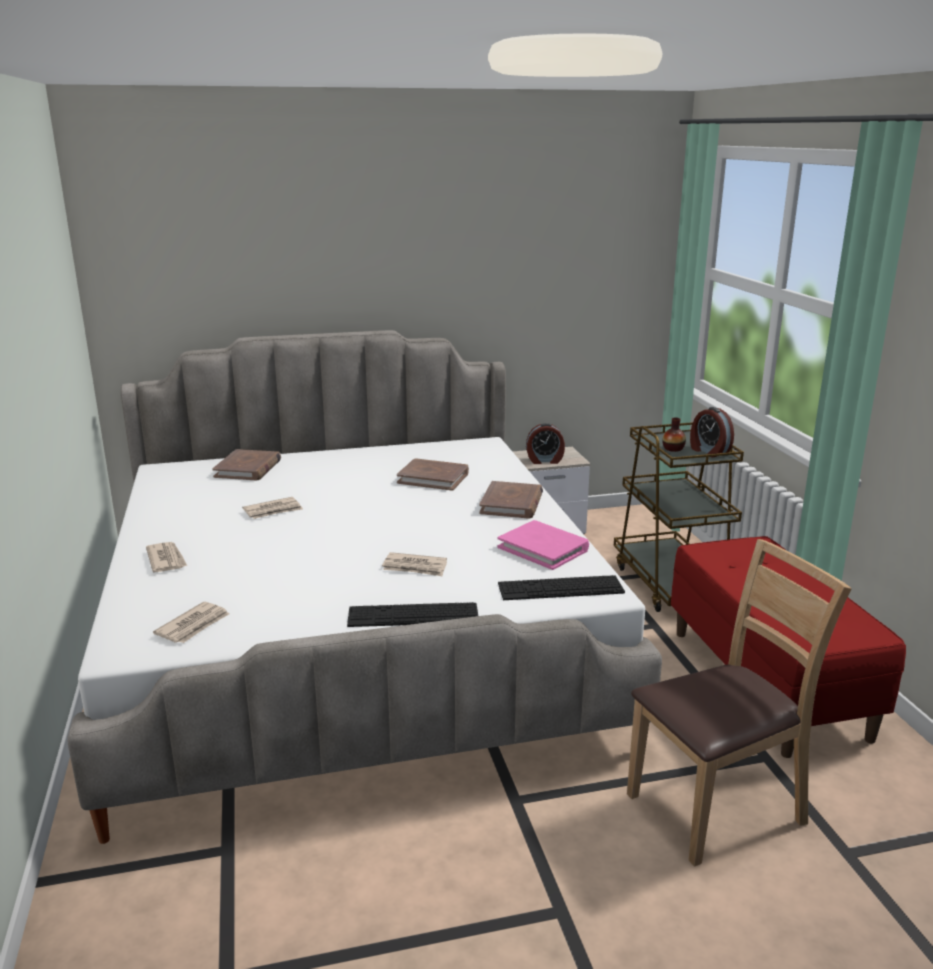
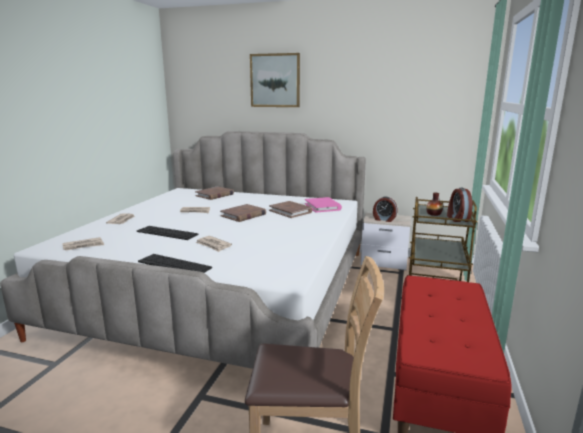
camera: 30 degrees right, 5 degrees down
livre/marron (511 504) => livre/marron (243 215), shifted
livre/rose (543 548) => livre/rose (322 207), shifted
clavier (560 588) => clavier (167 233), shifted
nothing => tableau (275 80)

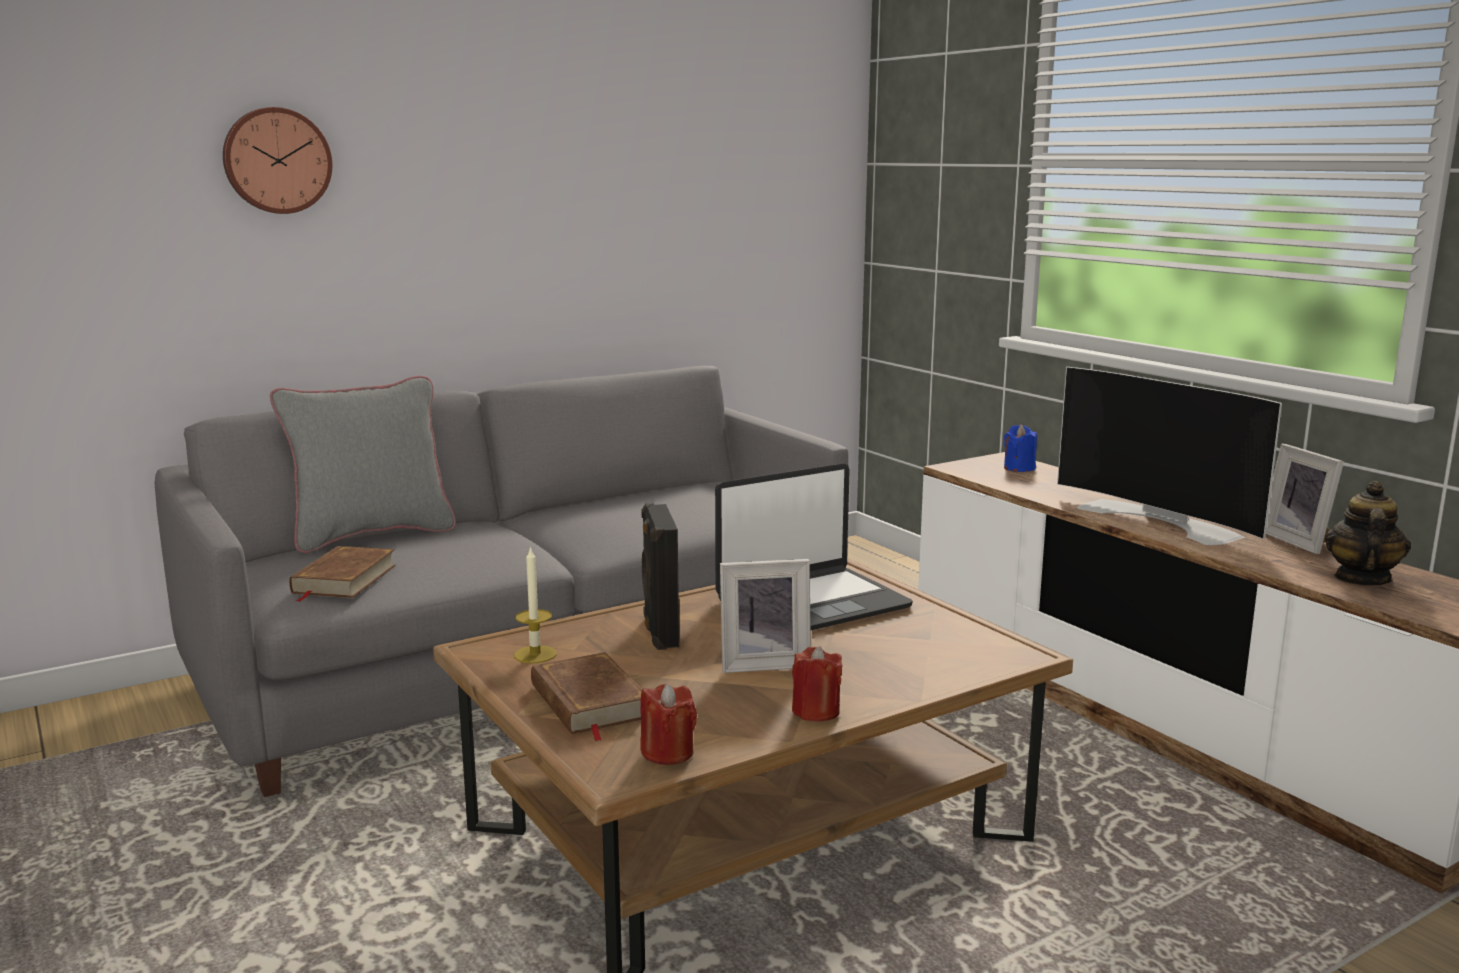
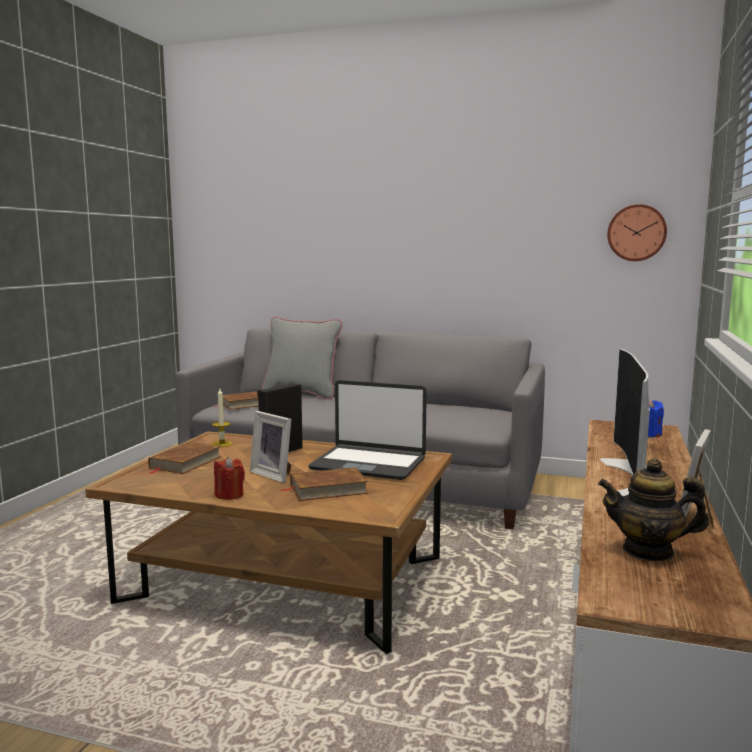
camera: 50 degrees right, 5 degrees down
horloge murale (277 161) => horloge murale (636 233), shifted
bougie/rouge (667 752) => nothing
théière (1361 579) => théière (648 551), 150 degrees counterclockwise
nothing => livre/marron (328 489)

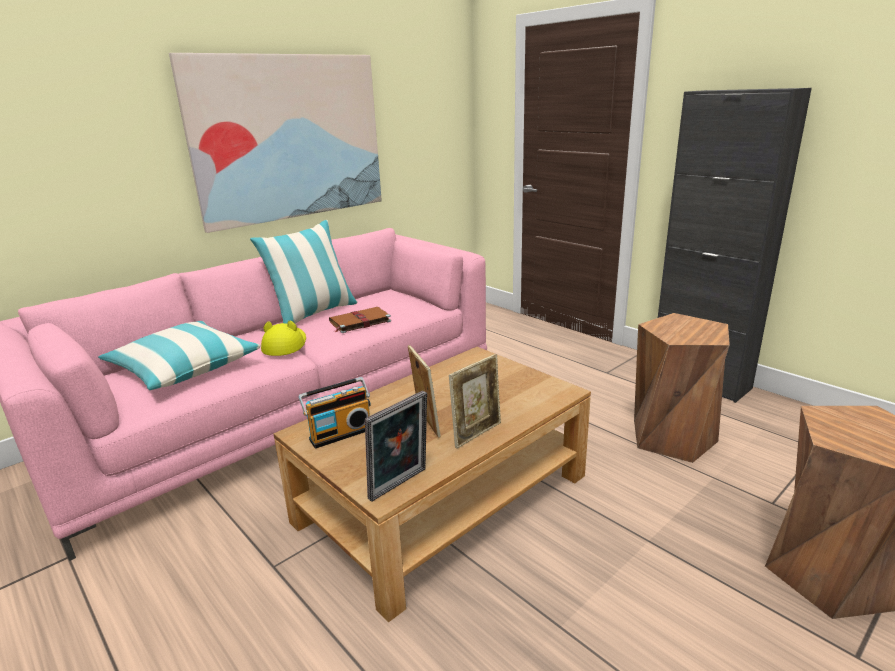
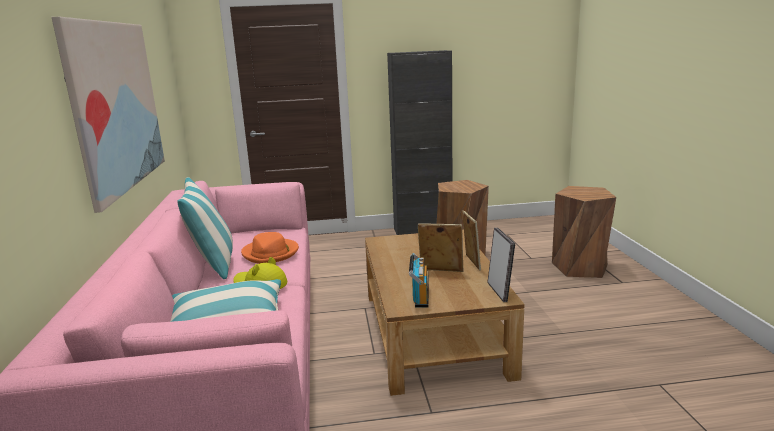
camera: 55 degrees left, 5 degrees down
livre/marron (359 322) => chapeau/orange (271 253)

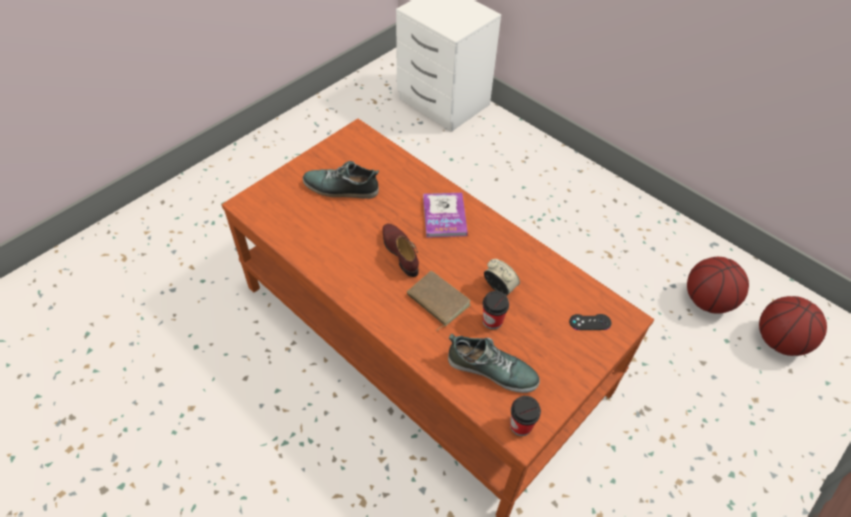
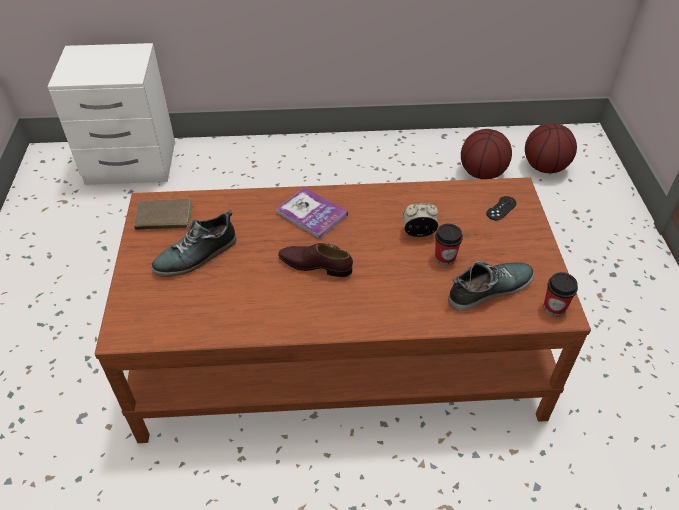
camera: 45 degrees left, 5 degrees down
livre/marron (436 301) => livre/marron (163 218), shifted

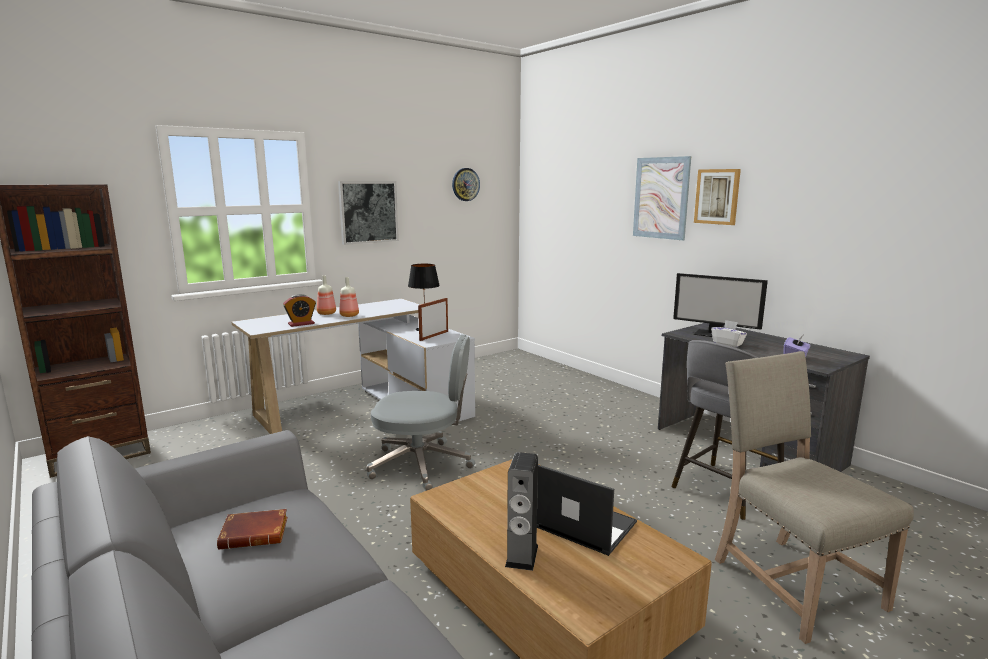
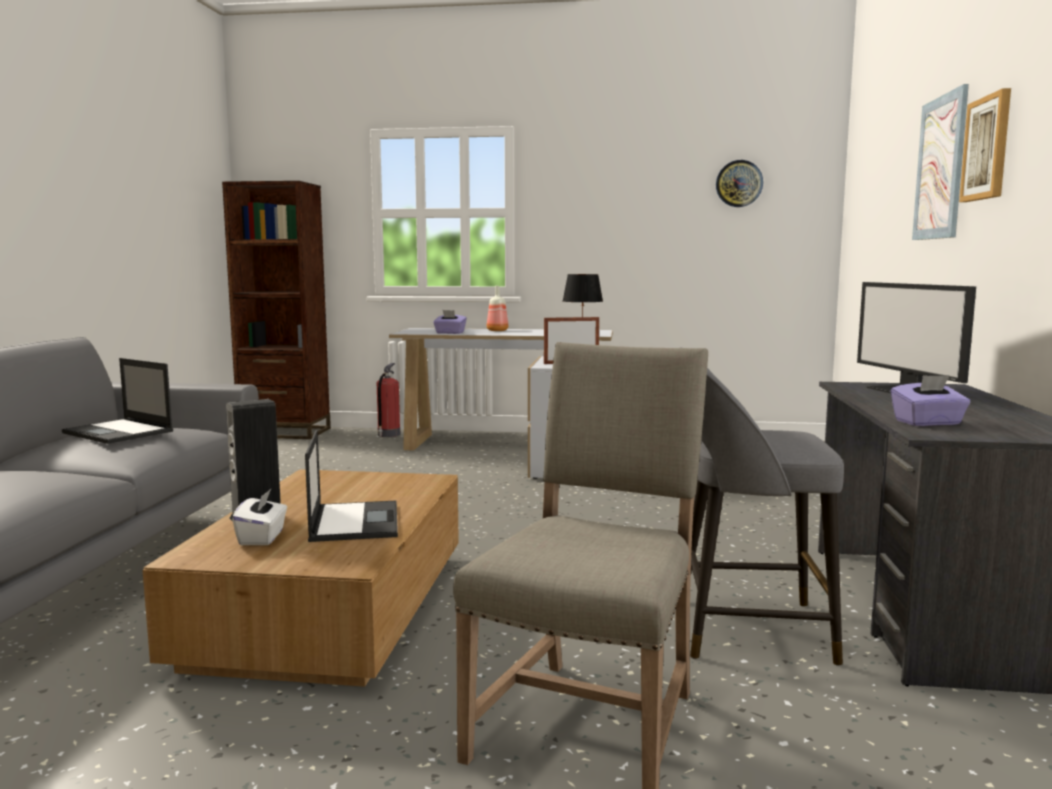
camera: 45 degrees right, 5 degrees down
livre/marron (256 533) => ordinateur portable (119 432)
réveil (301 324) => boîte à mouchoirs/violet (450 333)
tableau (368 212) => nothing
bouteille (350 315) => nothing
chaise de bureau/gris (422 465) => nothing
boîte à mouchoirs/blanc (727 343) => boîte à mouchoirs/blanc (262 537), shifted
nothing => extincteur (388 435)

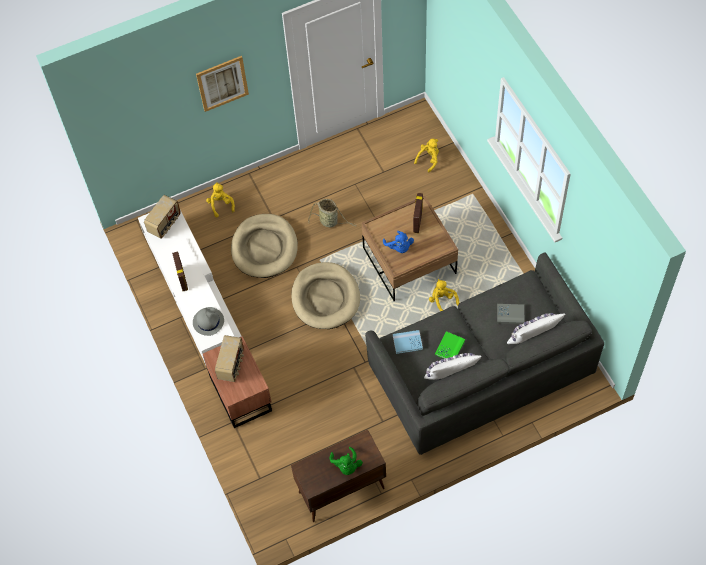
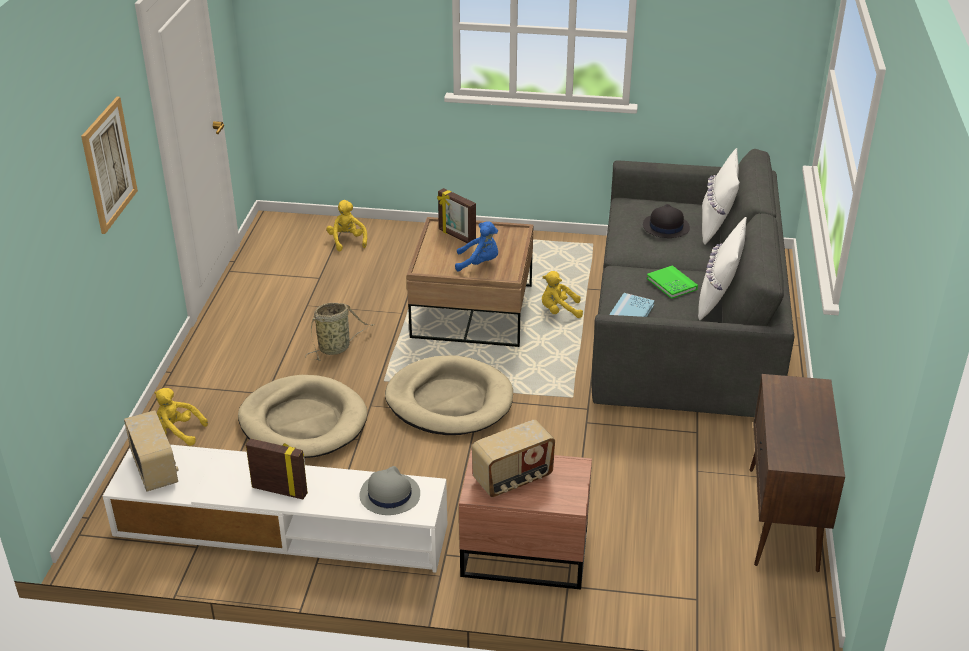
camera: 60 degrees left, 25 degrees down
radio (231 365) => radio (513 479), 105 degrees clockwise
peluche/vert (346 465) => nothing
livre/gris (510 314) => chapeau/noir (665 227)

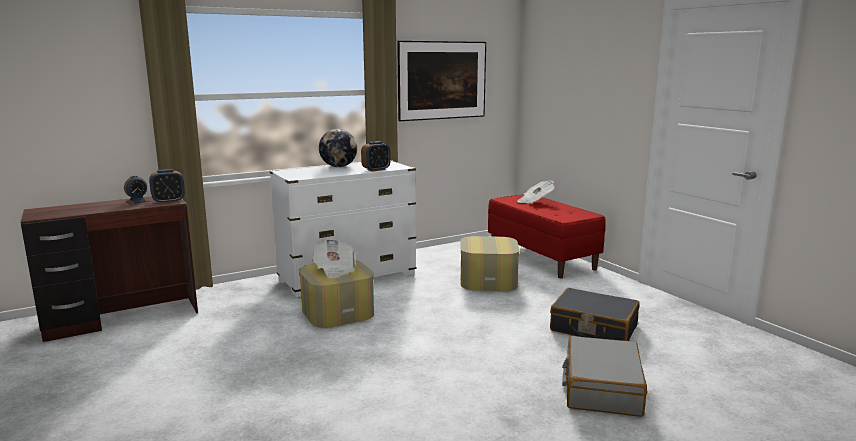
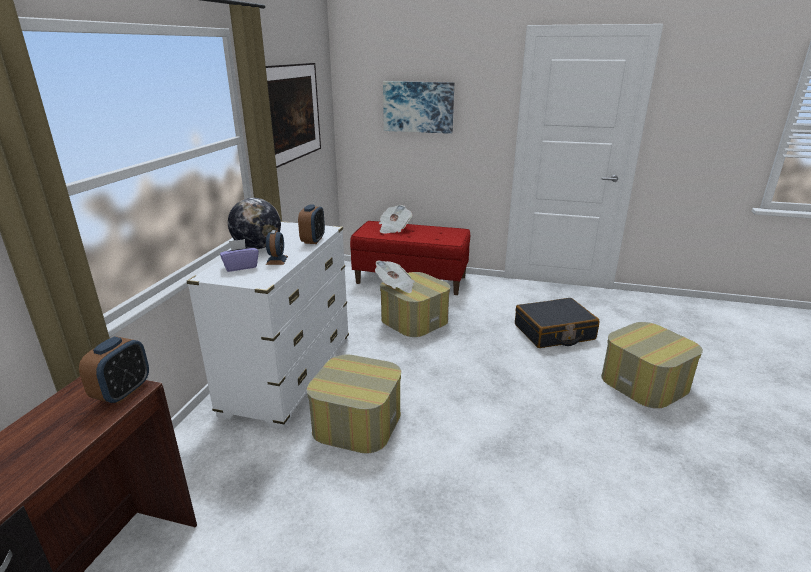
camera: 45 degrees left, 10 degrees up
réveil (137 201) => réveil (277 260), shifted
journal (335 270) => journal (395 286), shifted
valise/gris (601 388) => pouf (645 382)
nothing => boîte à mouchoirs/violet (241 266)
nothing => tableau (418 107)

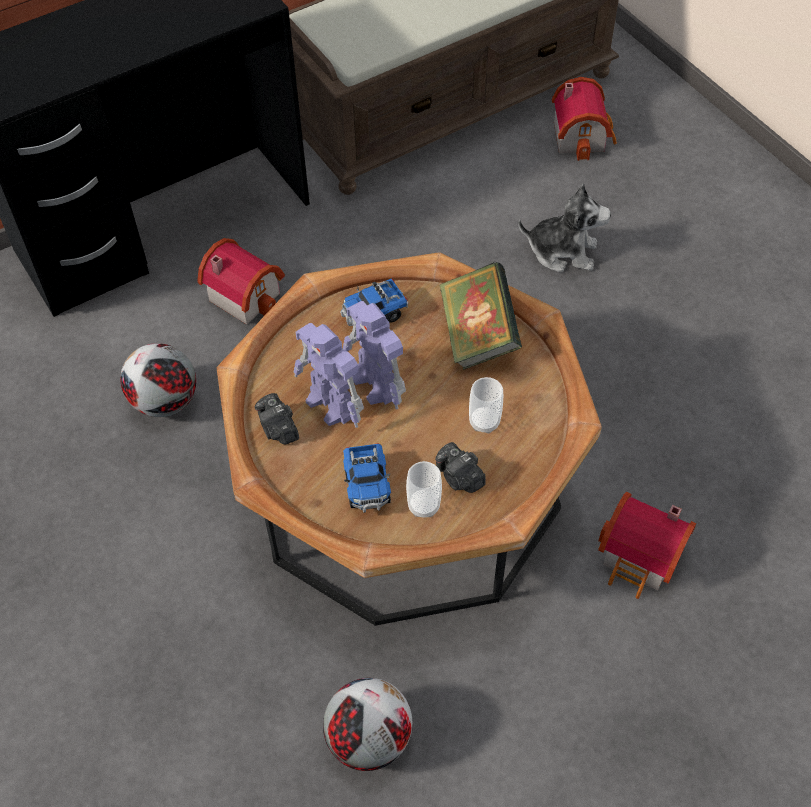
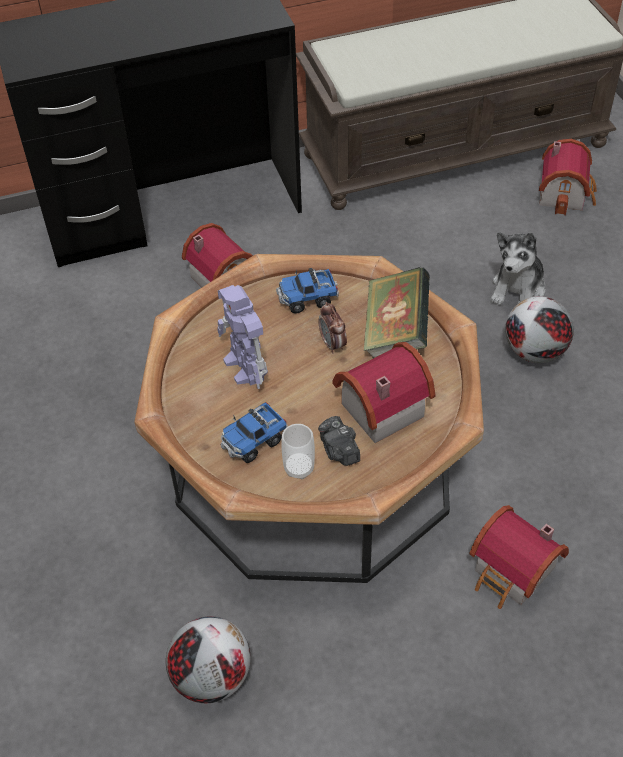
camera: 15 degrees right, 5 degrees down
ballon de foot (164 402) => ballon de foot (534 352), shifted
appareil photo (278 429) => nothing
robot jouet (377 385) => nothing
camion jouet (367 486) => camion jouet (254 441), 45 degrees clockwise
tasse (484 422) => maison miniature (377 407)
peluche (562 251) => peluche (518 289), 90 degrees clockwise
nothing => réveil (333 344)

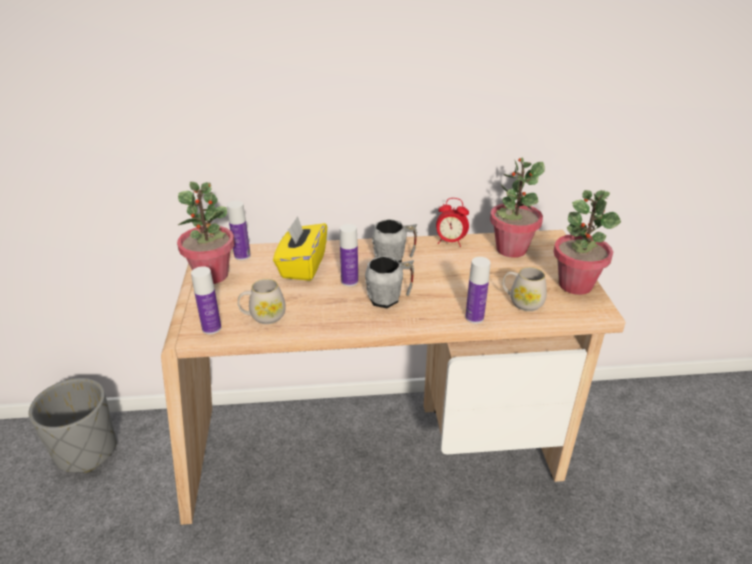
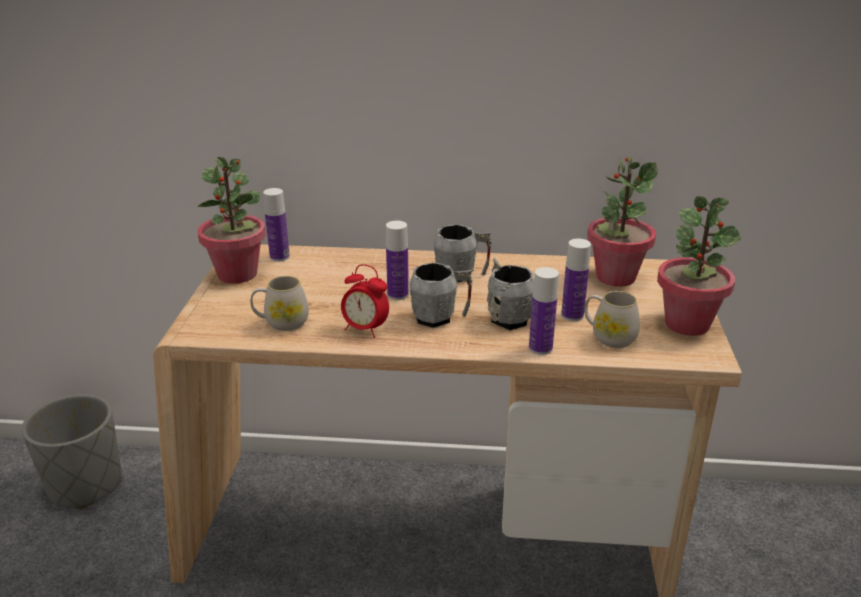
camera: 10 degrees right, 5 degrees down
bouteille (211 328) => bouteille (572 315), shifted
boîte à mouchoirs/jaune (302 266) => nothing
réveil (450 242) => réveil (365 329), shifted
nothing => mug/gris (506 316)

